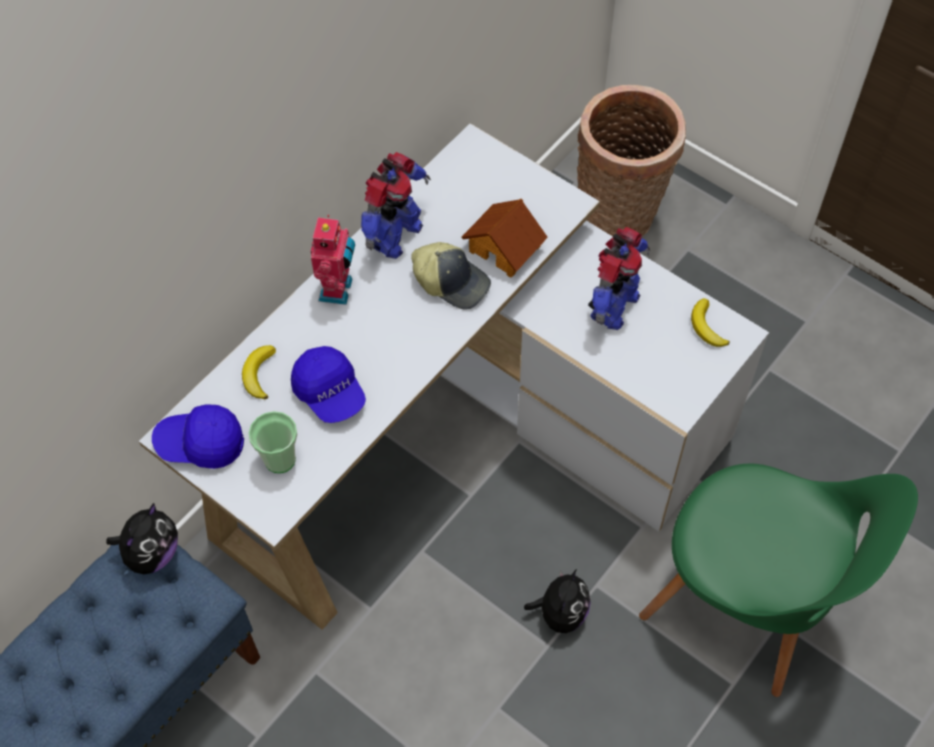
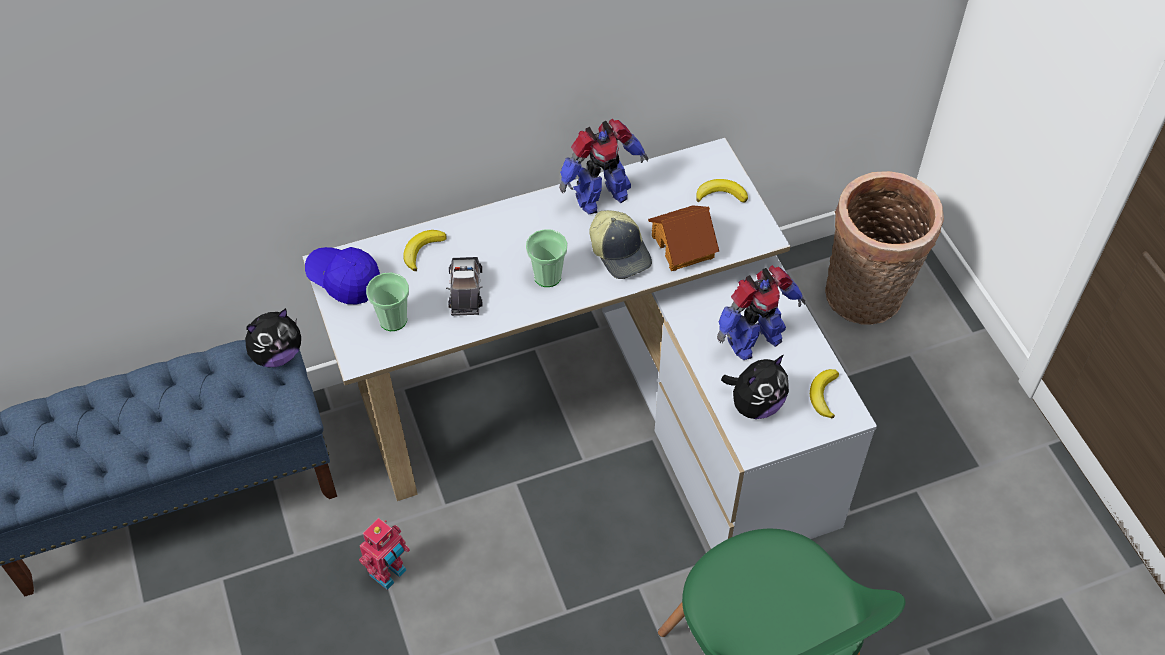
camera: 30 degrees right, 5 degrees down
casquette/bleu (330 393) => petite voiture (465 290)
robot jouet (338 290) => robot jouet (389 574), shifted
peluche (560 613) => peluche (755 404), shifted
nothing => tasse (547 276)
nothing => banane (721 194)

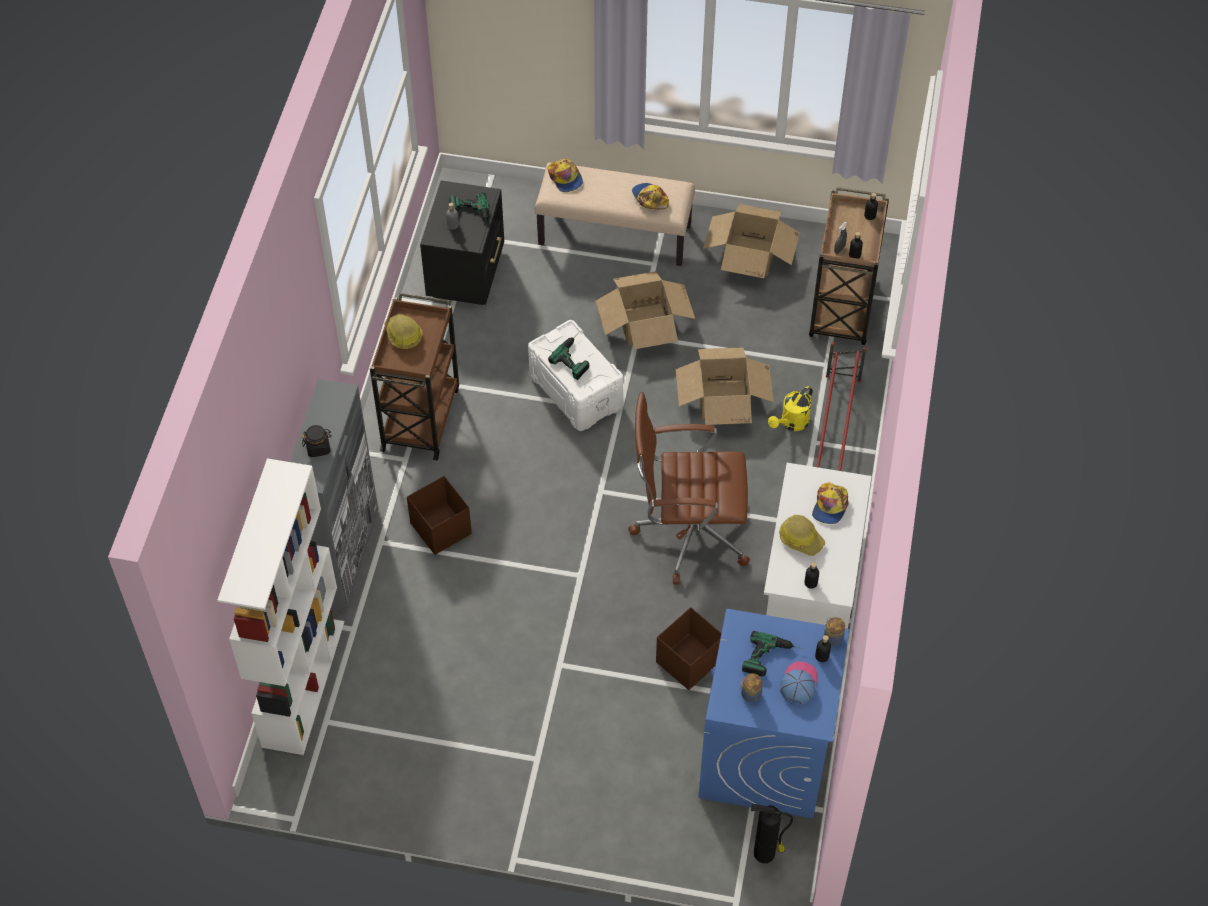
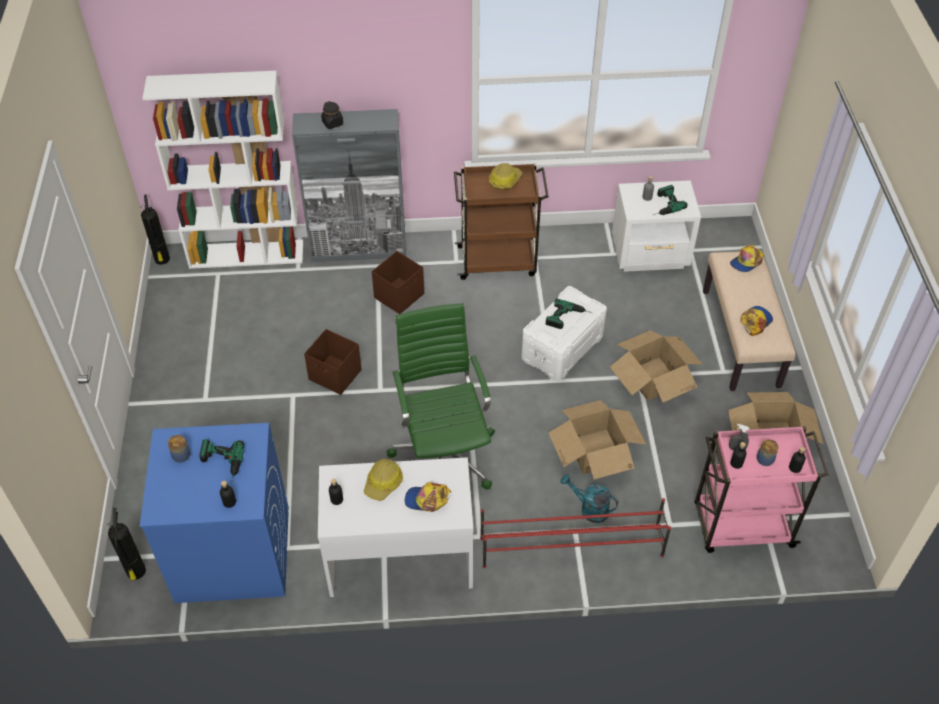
camera: 75 degrees right, 5 degrees down
table de chevet/noir (467 273) => table de chevet/blanc (651 255)
chaise de bureau/marron (688 532) => chaise de bureau/vert (444 454)
boîte de rangement/marron (689 661) => boîte de rangement/marron (335 375), shifted
arrosoir/jaune (791 423) => arrosoir/turquoise (589 509)
casquette (798 683) => nothing
chariot/marron (842 311) => chariot/rose (741 526)
bocal (832 637) => bocal (765 459), shifted
nothing => extincteur (162 260)

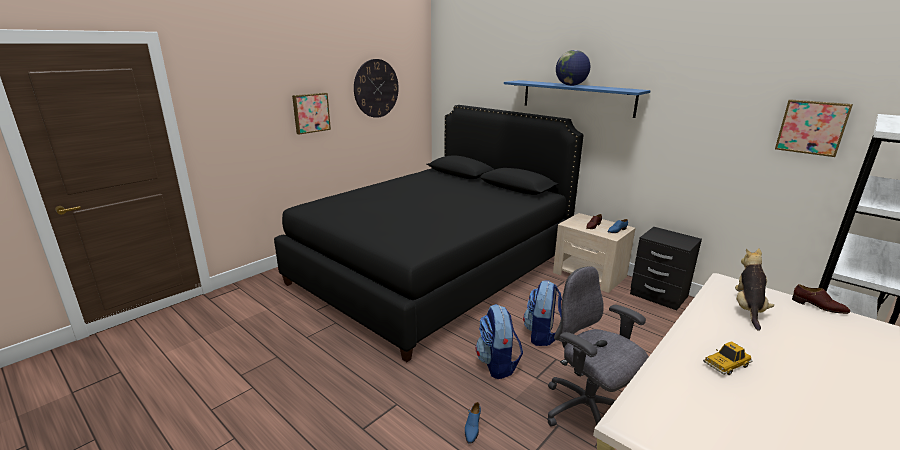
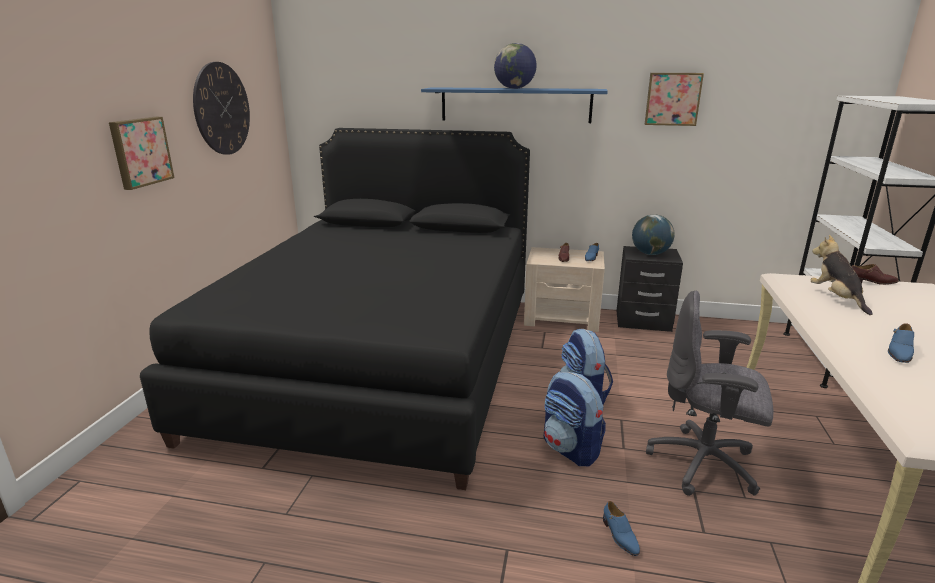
camera: 30 degrees left, 0 degrees up
petite voiture (726 364) => chaussure/bleu (899 352)
tableau (812 127) => tableau (672 99), shifted
nothing => globe (650 254)

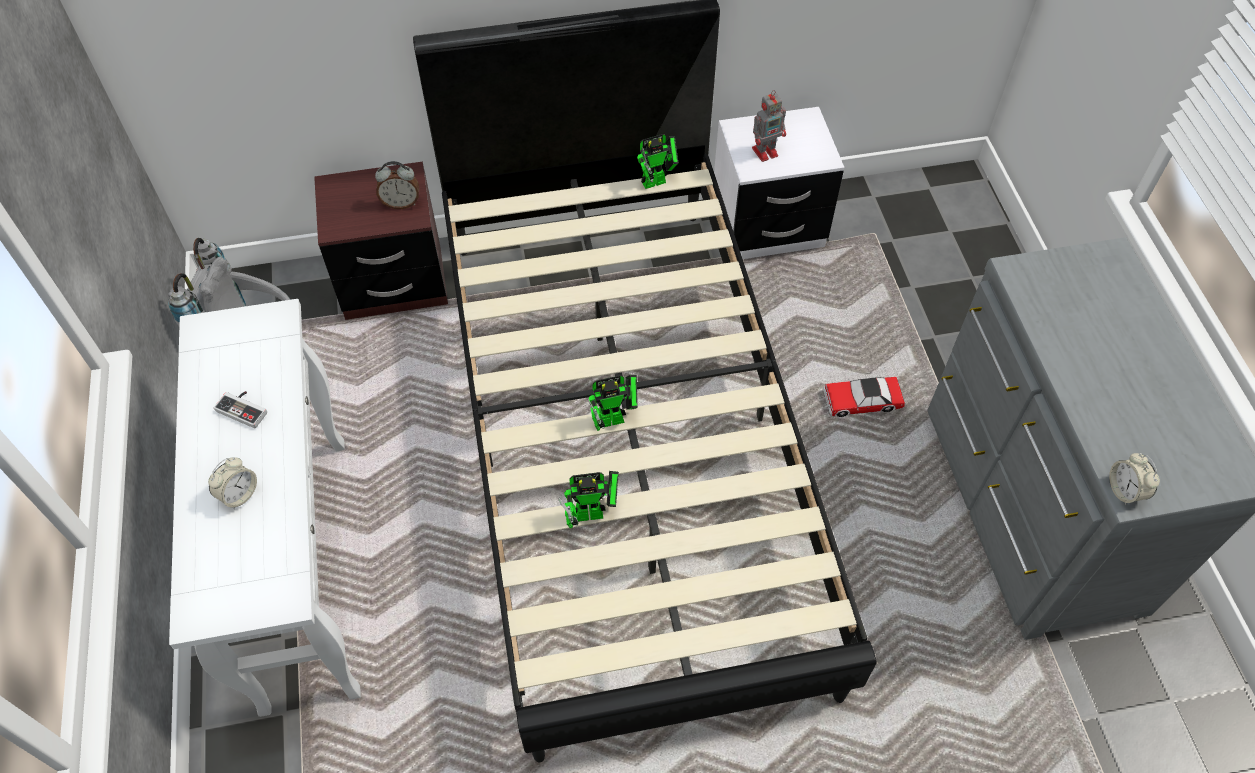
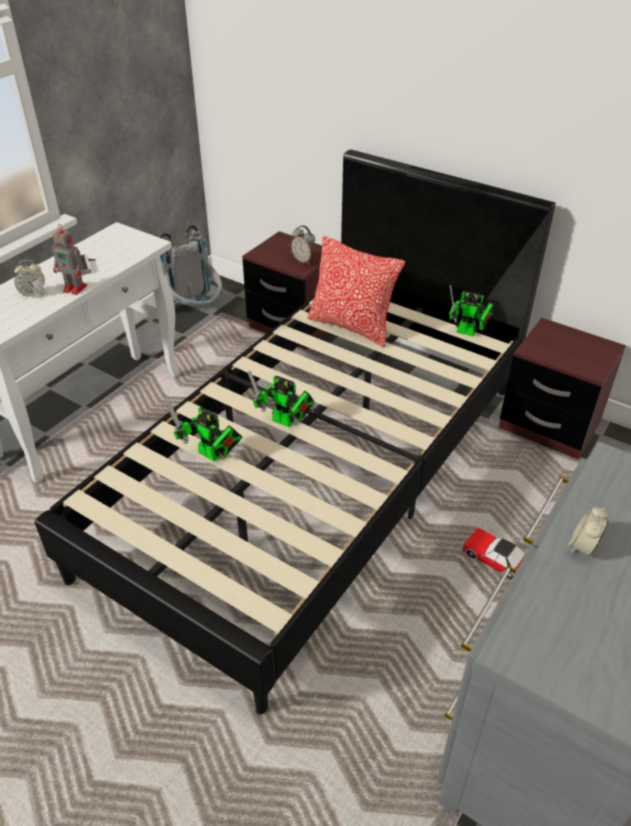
camera: 45 degrees right, 15 degrees down
table de chevet/blanc (767 226) => table de chevet/marron (549 425)
robot jouet (766 151) => robot jouet (76 288), shifted
réveil (1125 490) => réveil (583 546), shifted
nothing => coussin (351 326)

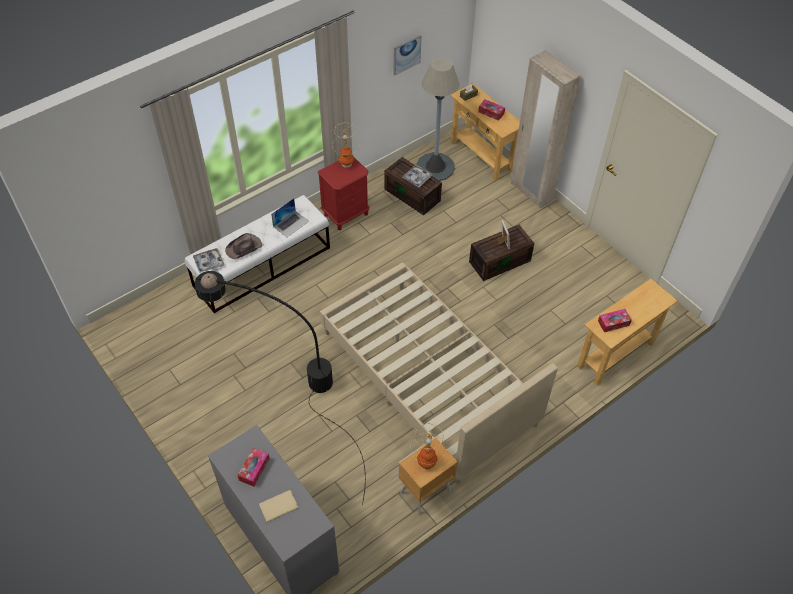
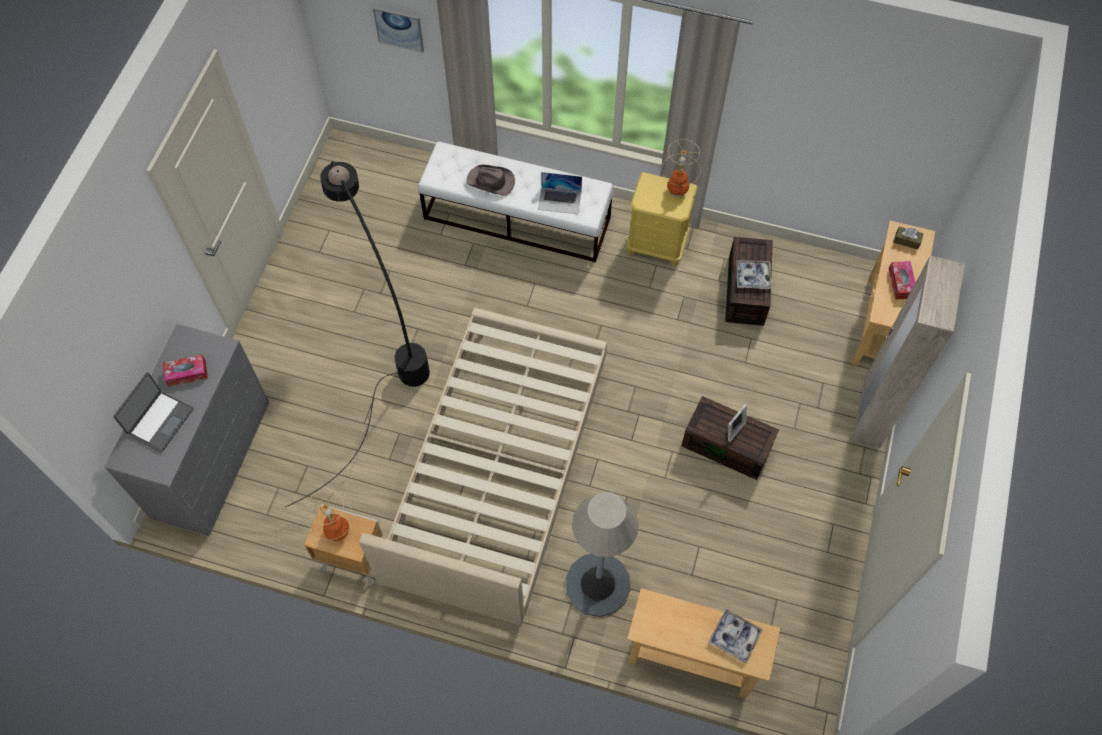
camera: 55 degrees right, 10 degrees up
plateau (209 262) => plateau (734 637), shifted
livre/beige (277 506) => ordinateur portable (160 421)
table de chevet/rouge (346 214) => table de chevet/jaune (657 245)
tableau (406 54) => tableau (399 28), shifted
lampadaire/gris (435 167) => lampadaire/gris (597 584), shifted
boîte à mouchoirs (613 323) => nothing

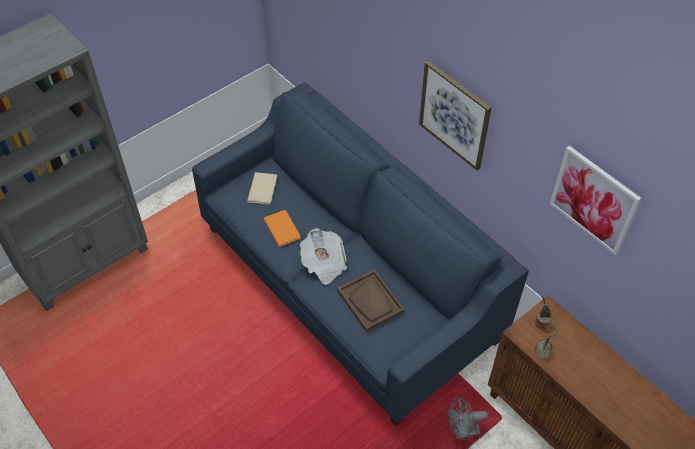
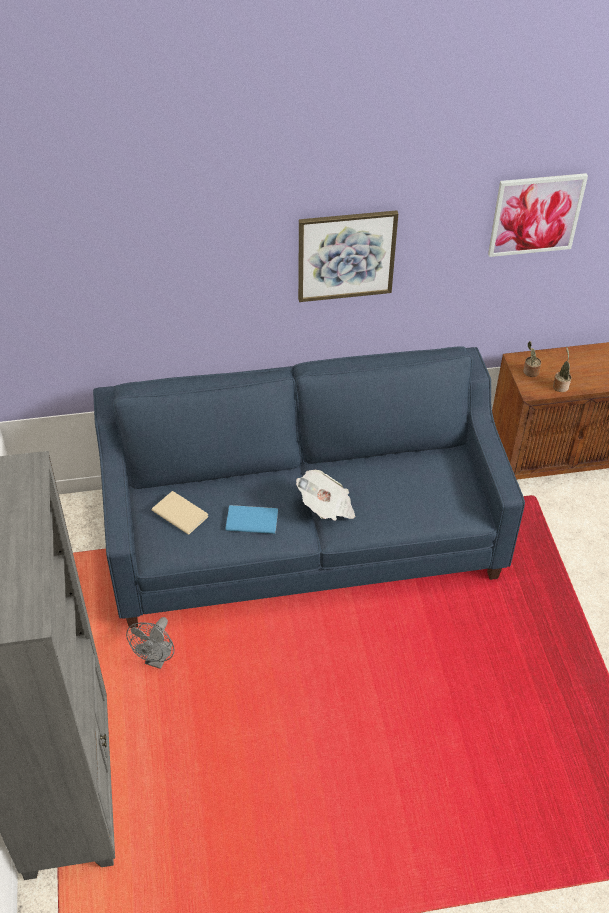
camera: 60 degrees left, 5 degrees down
livre/orange (282 227) => livre/bleu (250 519)
plateau/marron (370 301) => nothing
ventilateur/gris (462 431) => ventilateur/gris (157 659), shifted

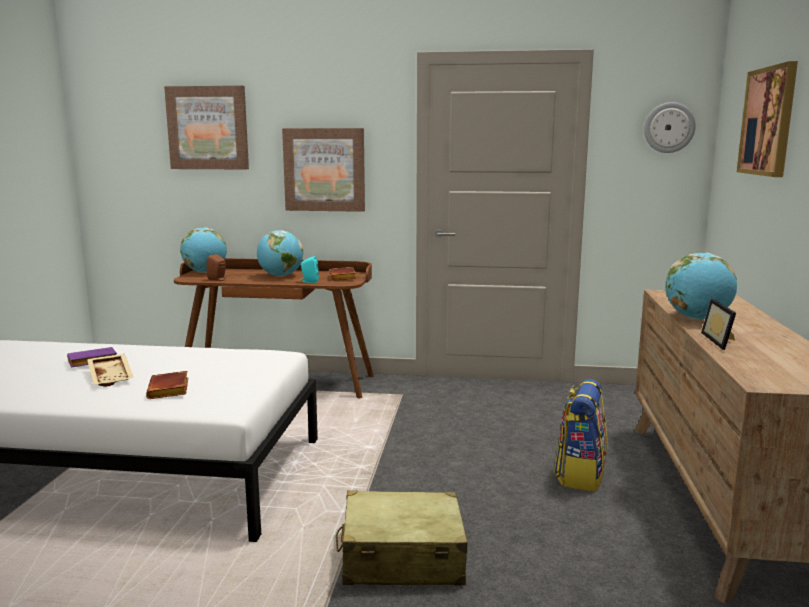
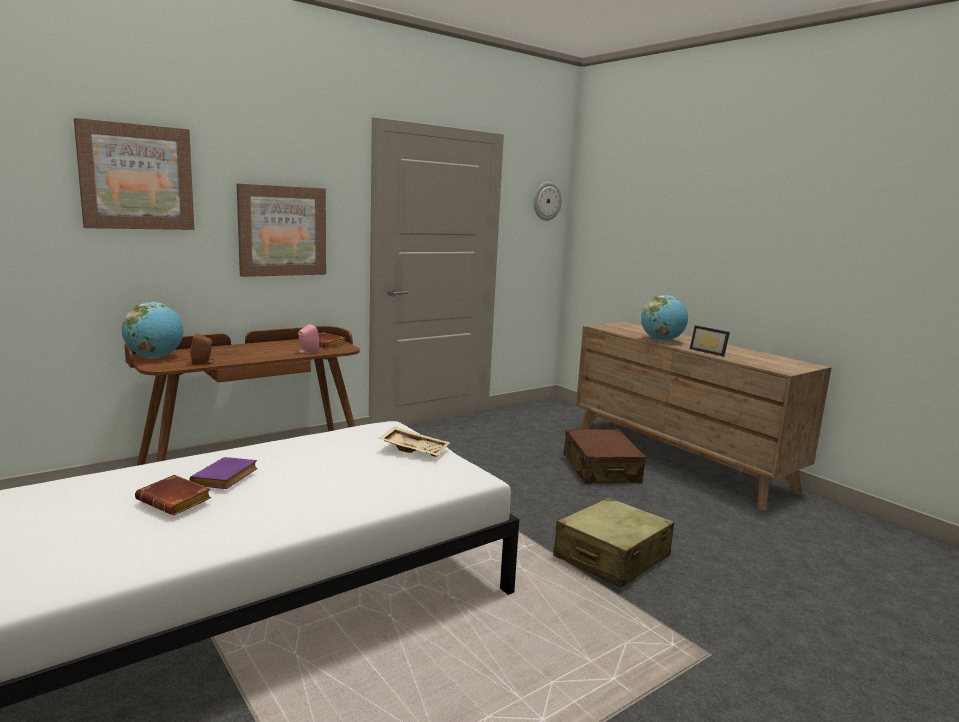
camera: 45 degrees left, 0 degrees up
plateau/beige (112 377) => plateau/beige (415 449), shifted
livre/marron (170 390) => livre/marron (176 501), shifted
globe (280 276) => nothing
enceinte/turquoise (309 281) => enceinte/rose (307 352)
sac à dos (580 474) => valise/marron (601 469)
tableau (768 121) => nothing

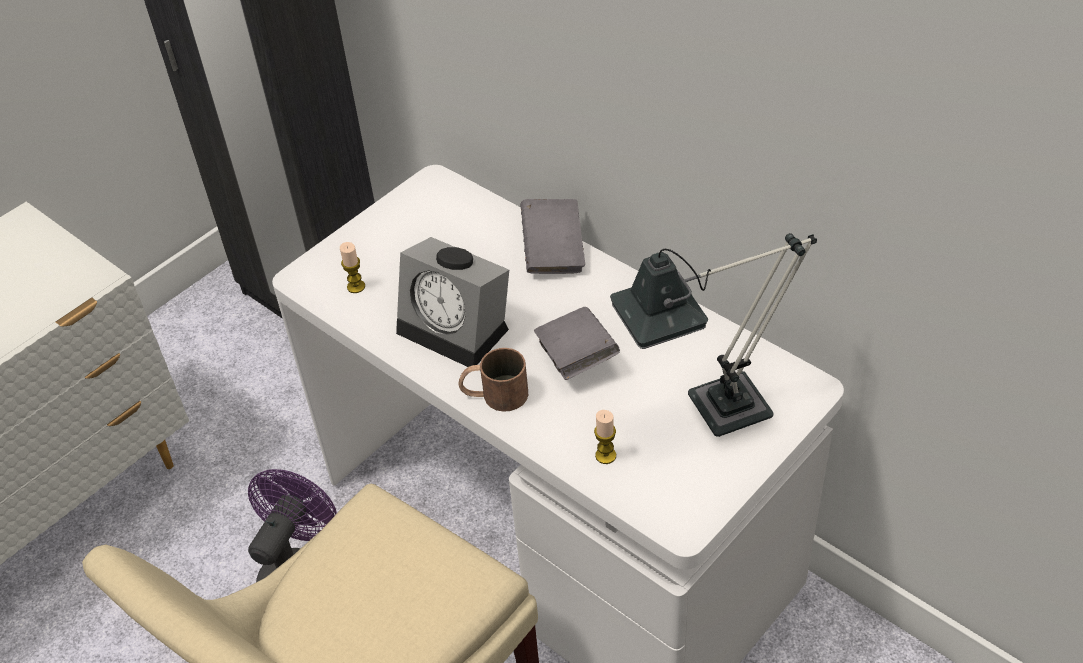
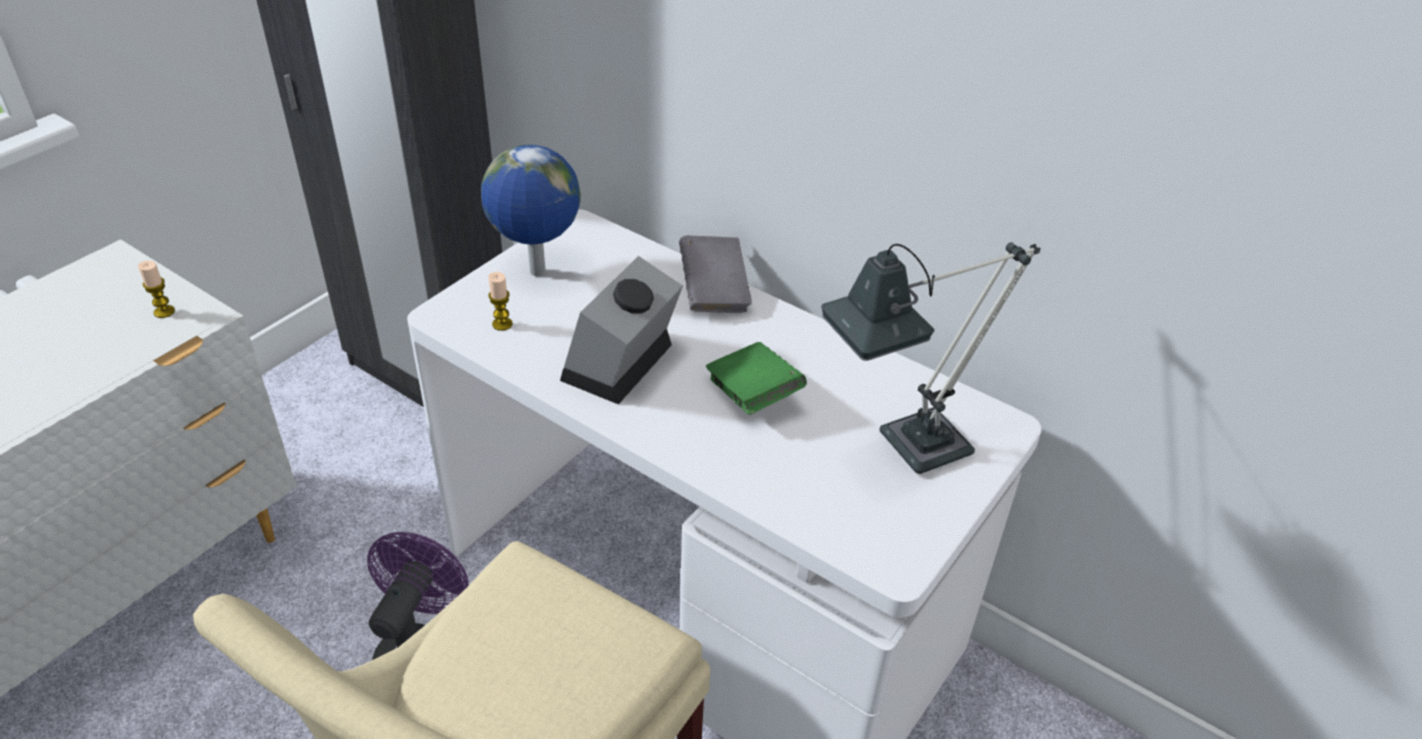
camera: 10 degrees left, 5 degrees down
réveil (458 329) => réveil (620 366), 90 degrees clockwise
mug/marron (494 395) => nothing
livre/gris (576 358) => livre/vert (753 395)
bougie (605 455) => bougie (164 312), shifted
nothing => globe (537 273)

